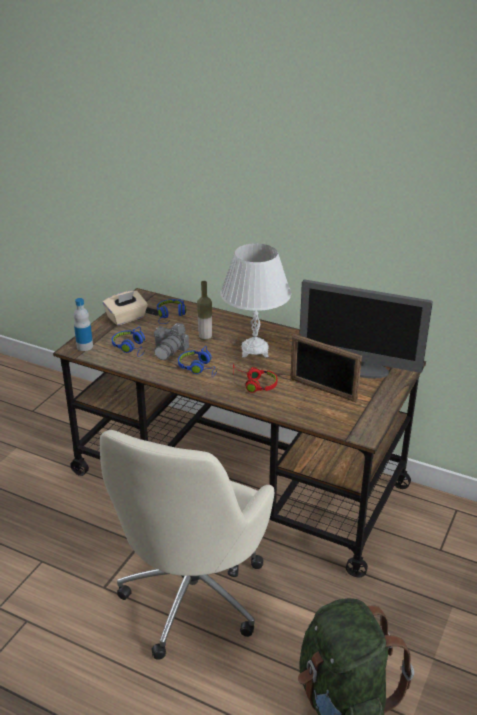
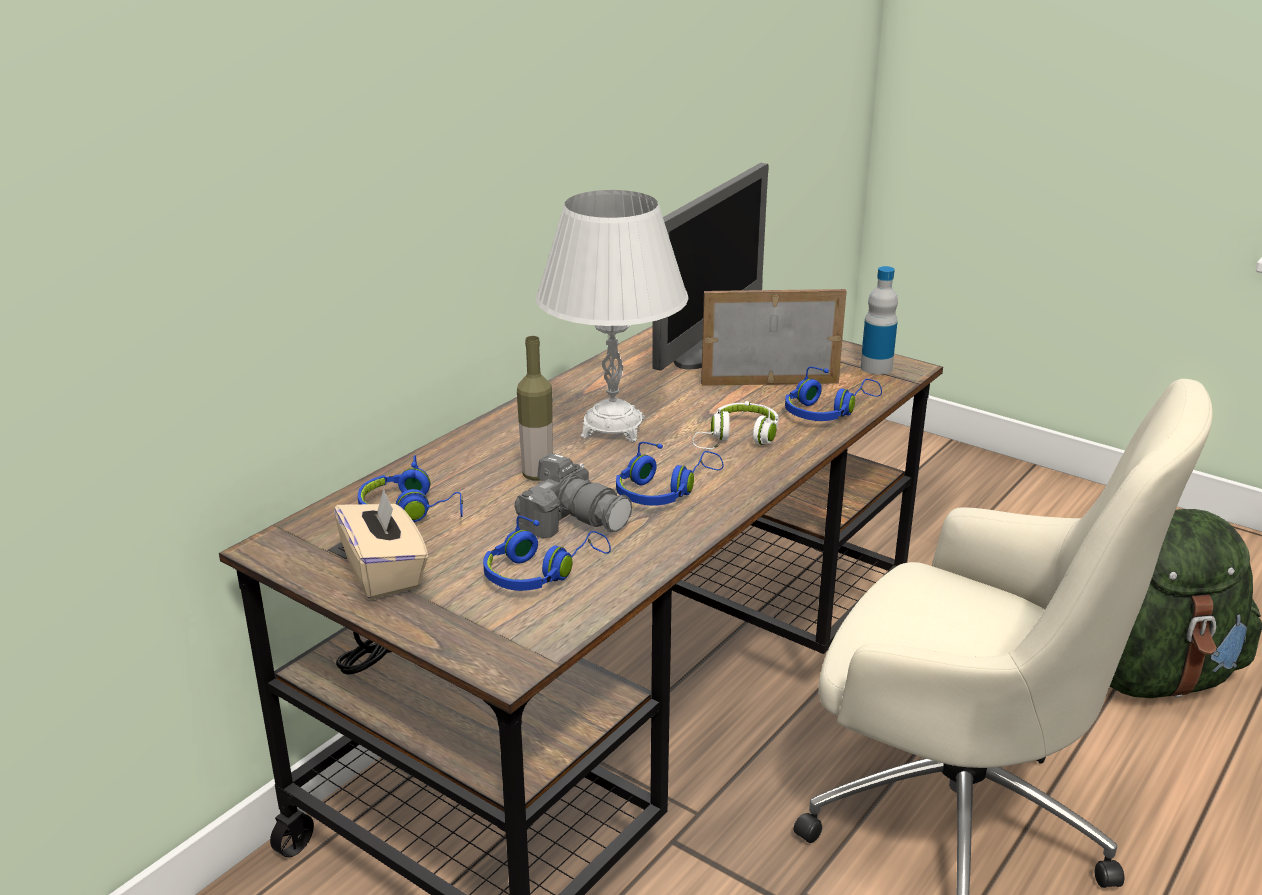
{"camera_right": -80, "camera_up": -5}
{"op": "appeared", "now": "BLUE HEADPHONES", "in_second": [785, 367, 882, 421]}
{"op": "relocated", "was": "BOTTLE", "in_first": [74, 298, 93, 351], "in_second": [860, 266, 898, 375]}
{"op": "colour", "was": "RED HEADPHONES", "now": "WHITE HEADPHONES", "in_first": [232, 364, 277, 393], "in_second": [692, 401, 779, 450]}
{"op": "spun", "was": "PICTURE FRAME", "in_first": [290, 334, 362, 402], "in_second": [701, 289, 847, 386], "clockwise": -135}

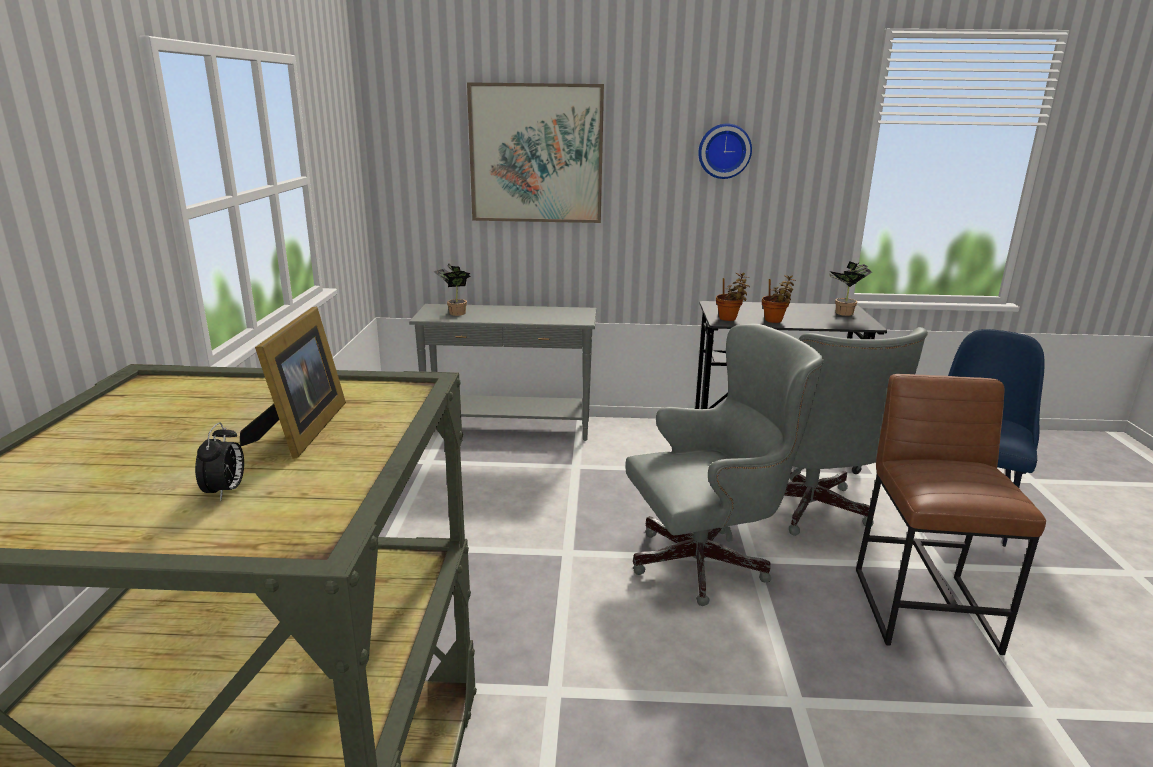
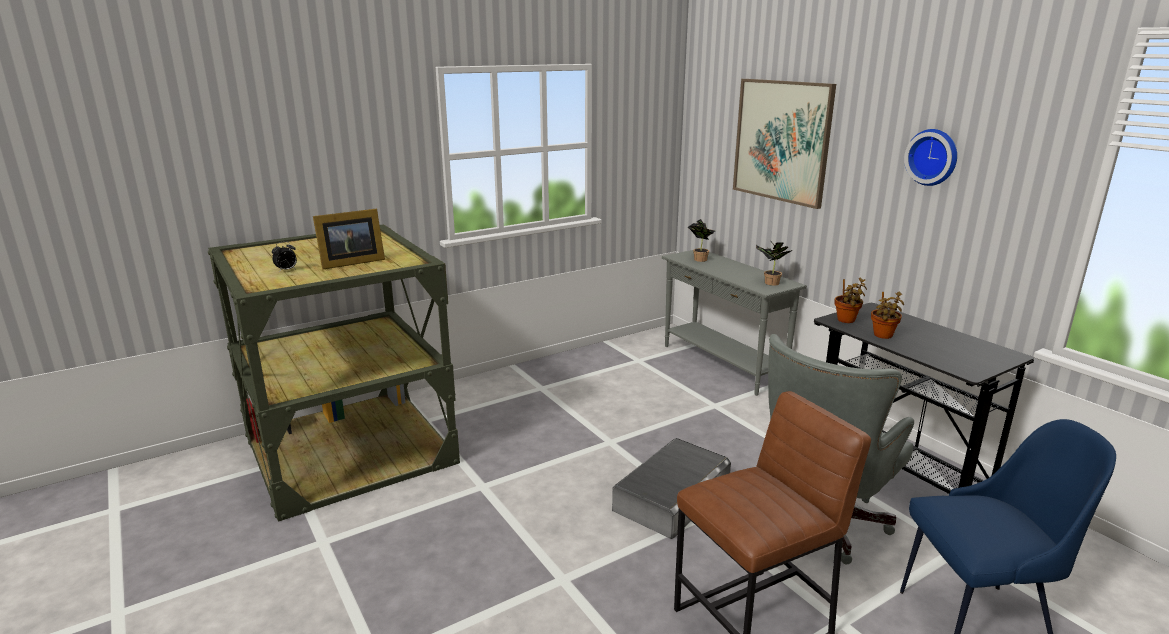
{"camera_right": 55, "camera_up": 0}
{"op": "relocated", "was": "POTTED PLANT", "in_first": [829, 261, 872, 316], "in_second": [756, 240, 792, 286]}
{"op": "exchanged", "was": "GREY OFFICE CHAIR", "now": "GREY STORAGE BOX", "in_first": [625, 324, 824, 606], "in_second": [612, 438, 731, 539]}

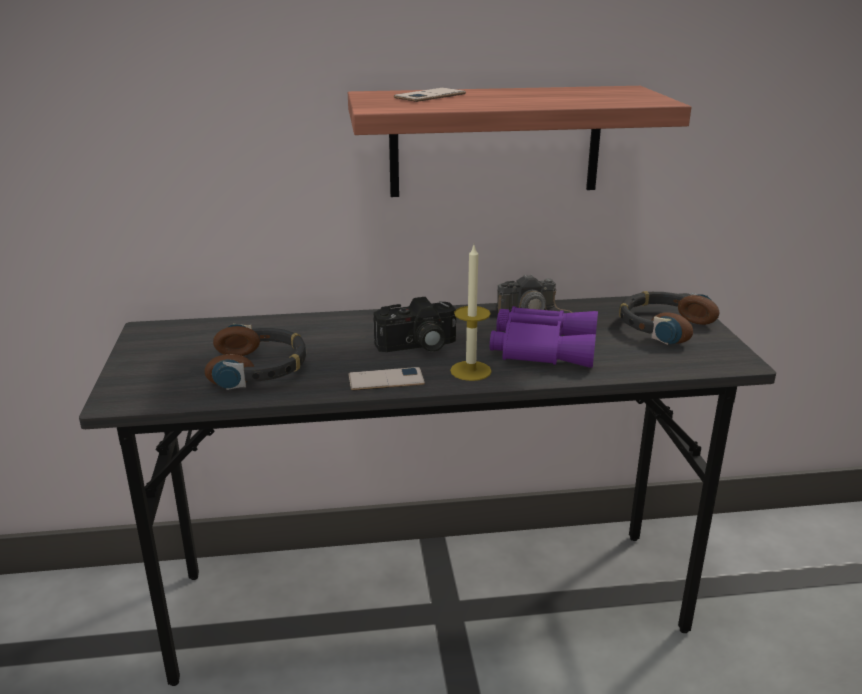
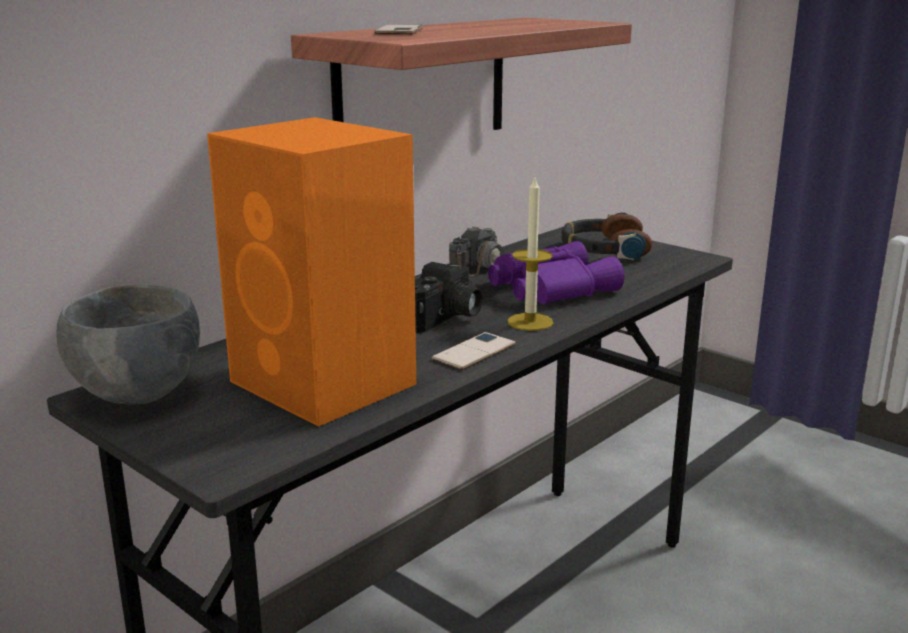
{"camera_right": -40, "camera_up": -5}
{"op": "appeared", "now": "GREY BOWL", "in_second": [56, 284, 200, 405]}
{"op": "exchanged", "was": "HEADPHONES", "now": "ORANGE SPEAKER", "in_first": [205, 324, 307, 390], "in_second": [207, 117, 416, 427]}

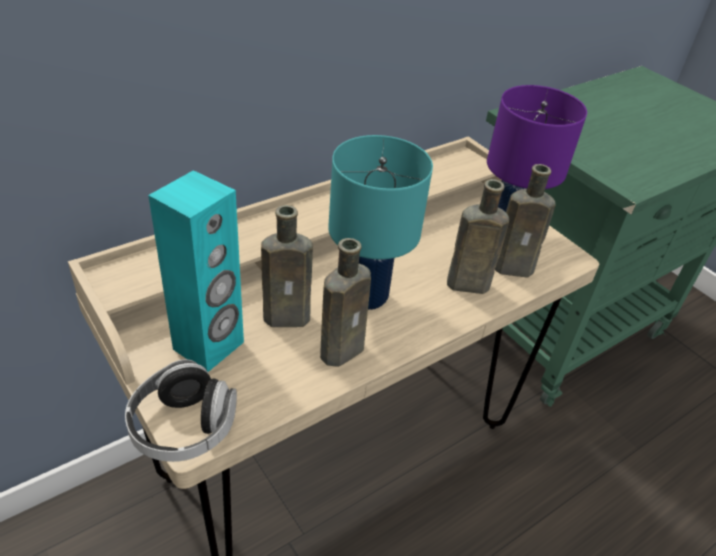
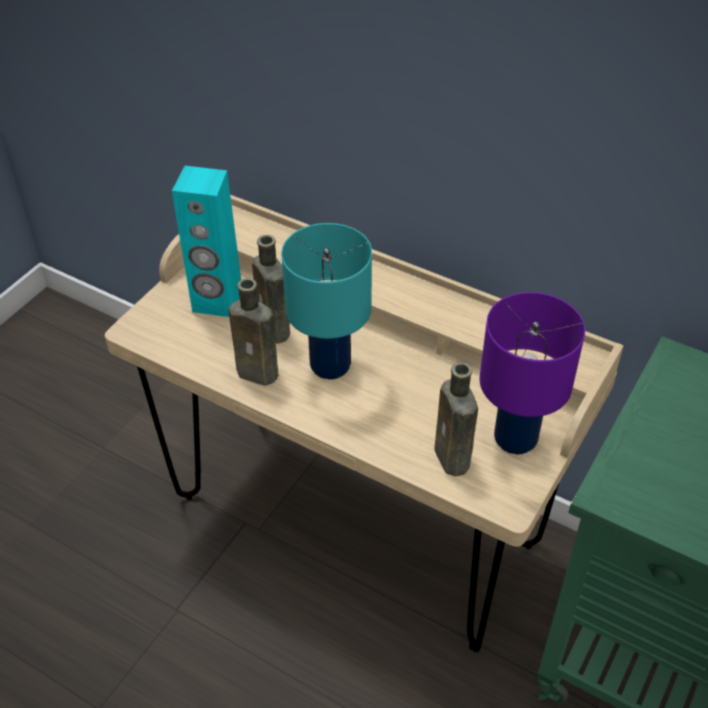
{"camera_right": 70, "camera_up": 5}
{"op": "missing", "was": "HEADPHONES", "in_first": [125, 359, 237, 462]}
{"op": "missing", "was": "BROWN BOTTLE", "in_first": [447, 179, 509, 294]}

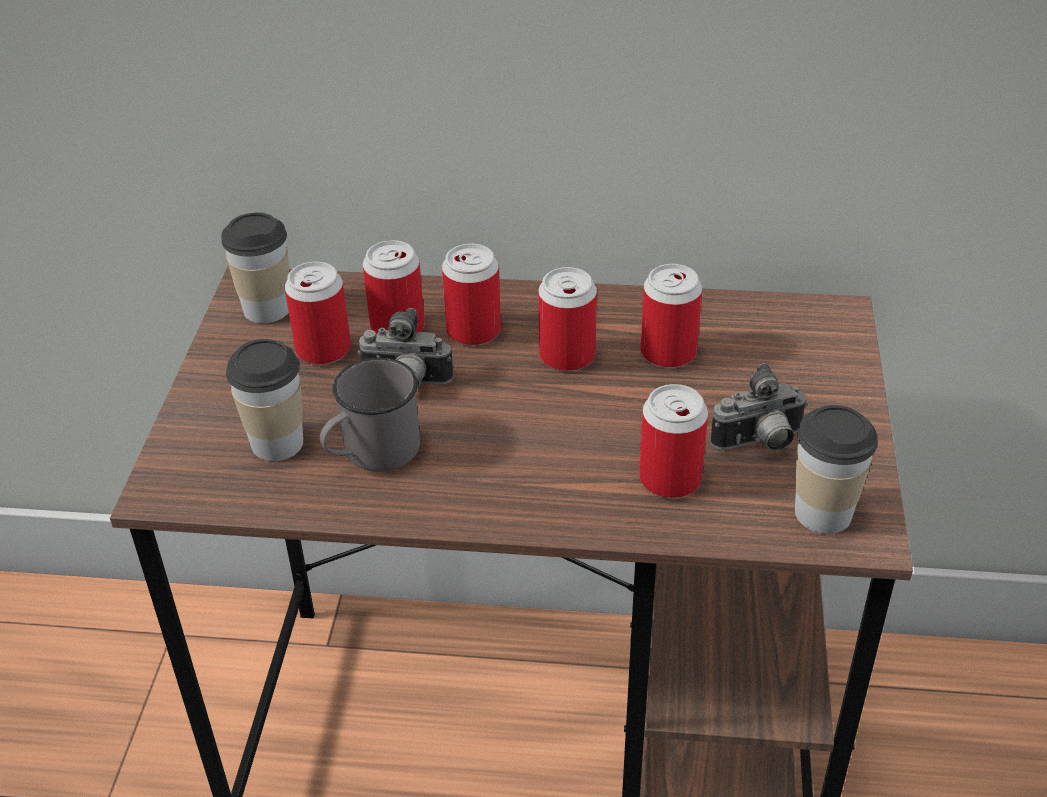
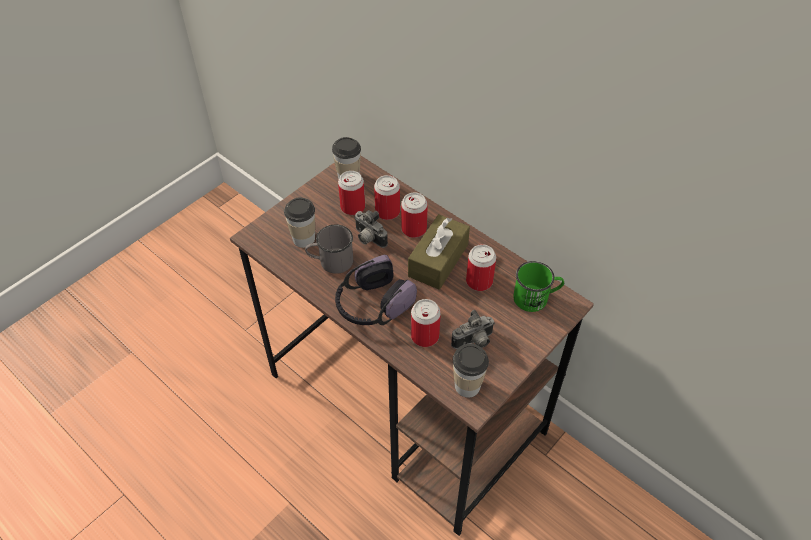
{"camera_right": 35, "camera_up": 10}
{"op": "appeared", "now": "HEADPHONES", "in_second": [335, 254, 417, 325]}
{"op": "appeared", "now": "GREEN MUG", "in_second": [513, 261, 564, 312]}
{"op": "exchanged", "was": "CAN", "now": "BROWN TISSUE BOX", "in_first": [538, 267, 597, 371], "in_second": [408, 214, 470, 290]}
{"op": "spun", "was": "PHOTO CAMERA", "in_first": [710, 363, 808, 451], "in_second": [451, 310, 495, 349], "clockwise": -45}

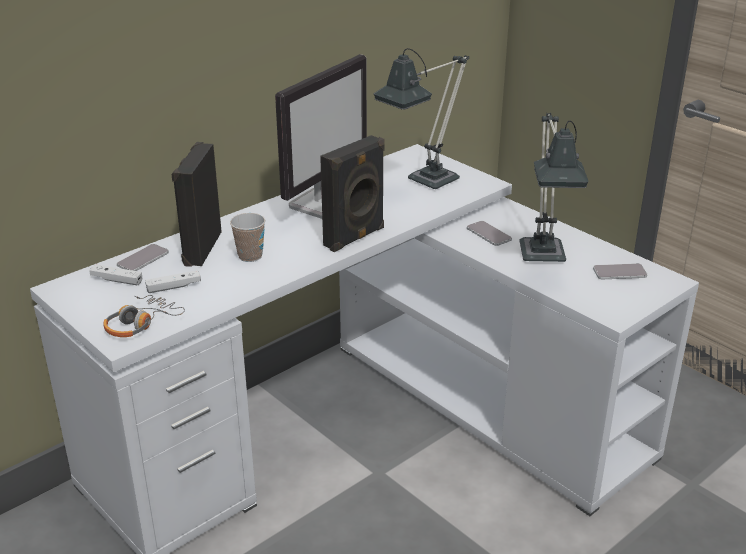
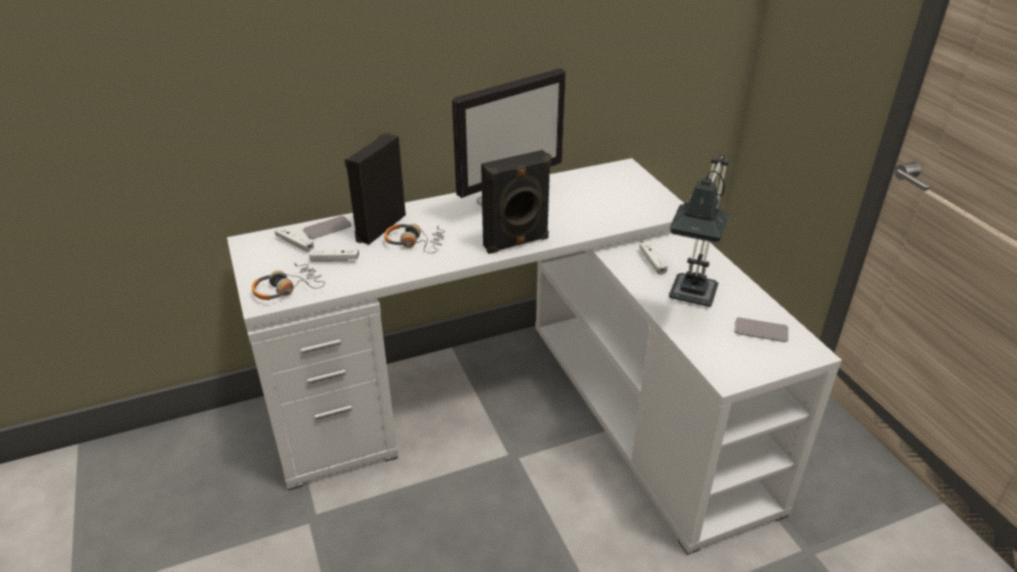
{"camera_right": 20, "camera_up": 5}
{"op": "missing", "was": "TABLE LAMP", "in_first": [374, 48, 469, 189]}
{"op": "exchanged", "was": "CUP", "now": "HEADPHONES", "in_first": [230, 213, 265, 262], "in_second": [384, 224, 445, 253]}
{"op": "exchanged", "was": "PHONE", "now": "WHITE GAME CONTROLLER", "in_first": [467, 221, 512, 246], "in_second": [639, 242, 668, 275]}

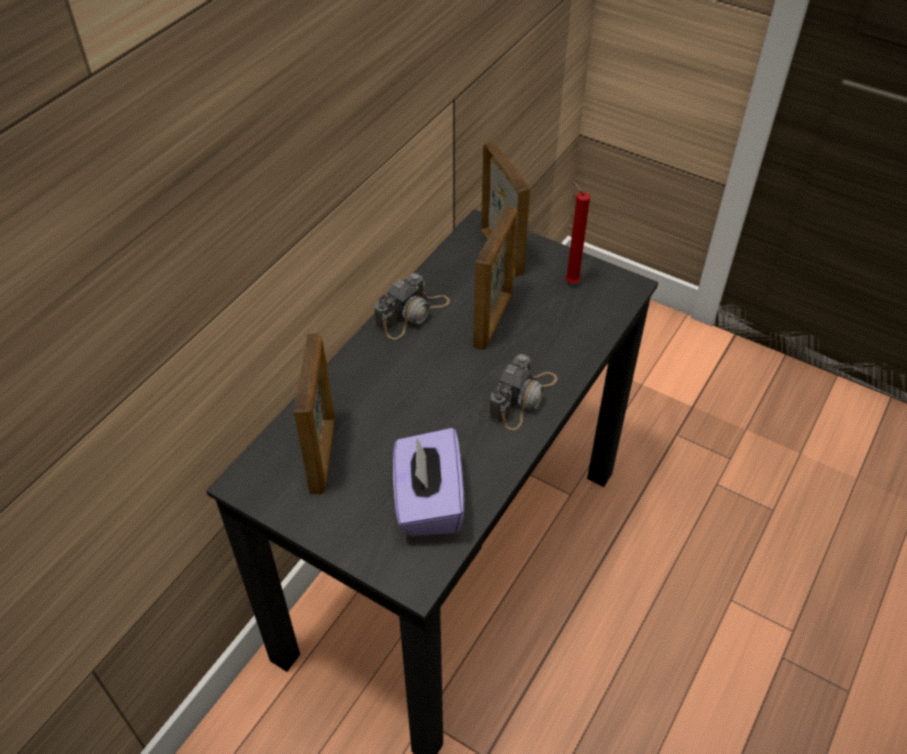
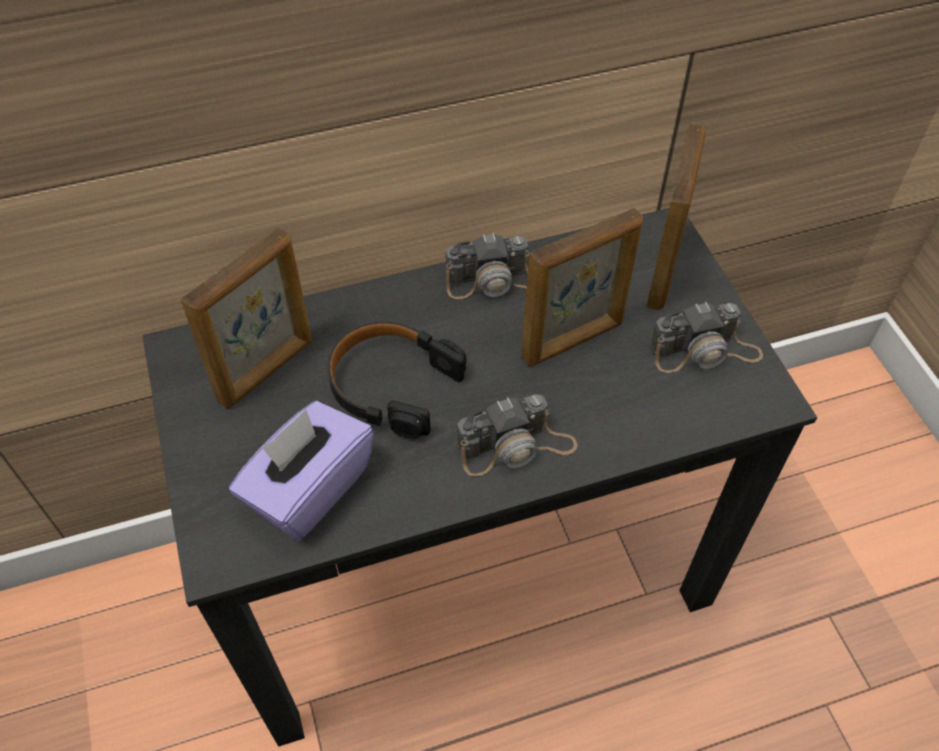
{"camera_right": 40, "camera_up": 5}
{"op": "appeared", "now": "BLACK HEADPHONES", "in_second": [328, 321, 466, 439]}
{"op": "exchanged", "was": "RED CANDLE", "now": "PHOTO CAMERA", "in_first": [565, 181, 590, 283], "in_second": [650, 302, 763, 373]}

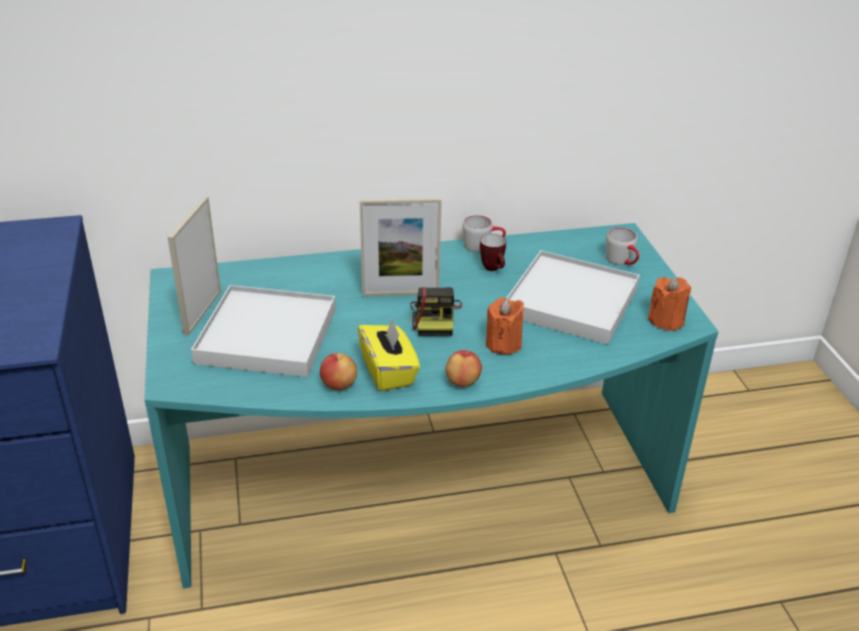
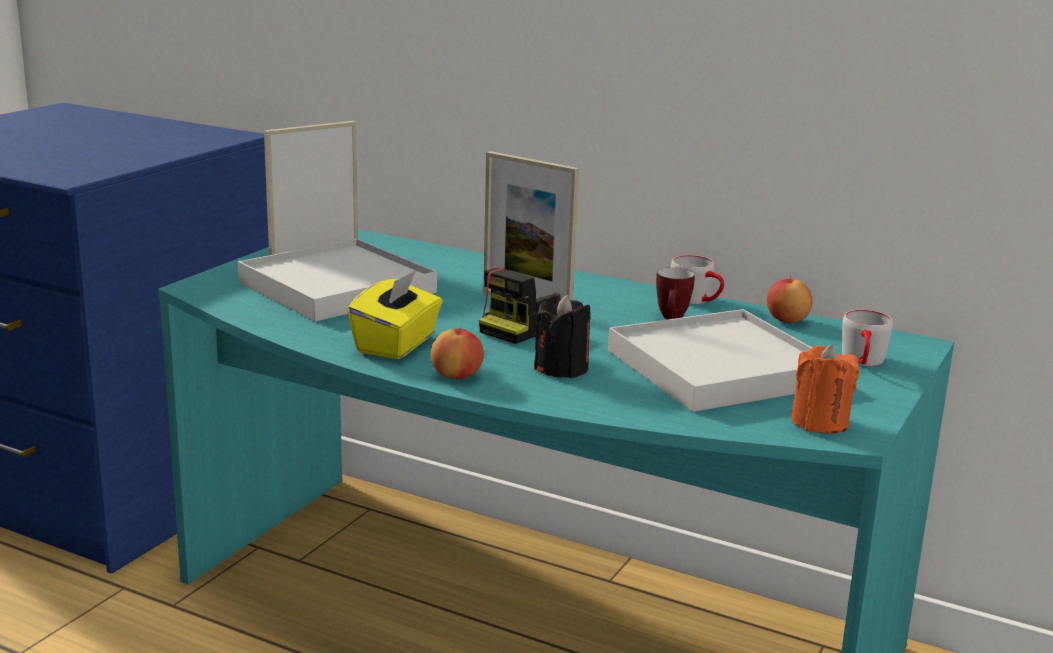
{"camera_right": 40, "camera_up": -15}
{"op": "relocated", "was": "APPLE", "in_first": [320, 353, 357, 390], "in_second": [767, 276, 813, 323]}
{"op": "colour", "was": "ORANGE CANDLE", "now": "BLACK CANDLE", "in_first": [486, 298, 524, 354], "in_second": [534, 295, 591, 378]}

